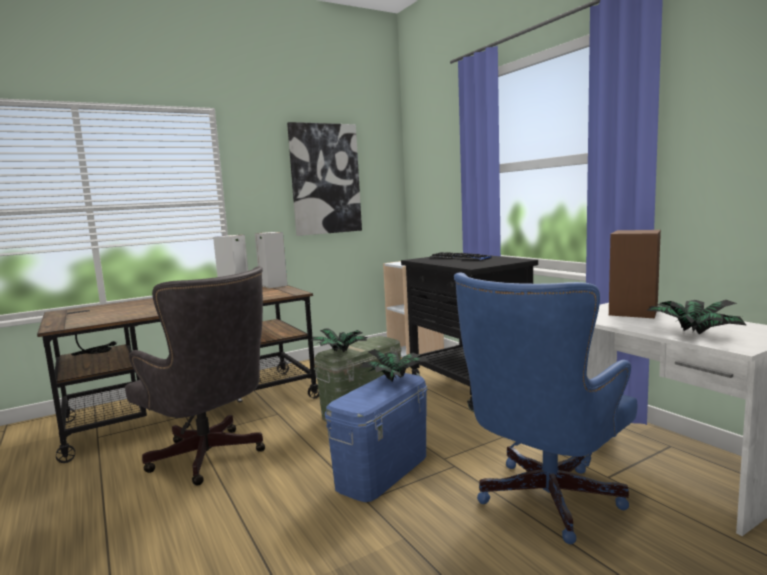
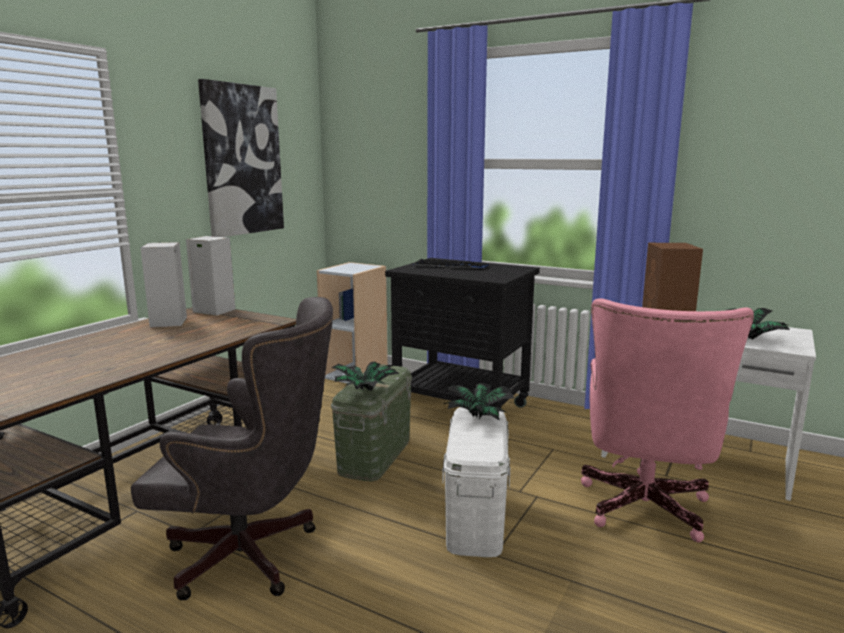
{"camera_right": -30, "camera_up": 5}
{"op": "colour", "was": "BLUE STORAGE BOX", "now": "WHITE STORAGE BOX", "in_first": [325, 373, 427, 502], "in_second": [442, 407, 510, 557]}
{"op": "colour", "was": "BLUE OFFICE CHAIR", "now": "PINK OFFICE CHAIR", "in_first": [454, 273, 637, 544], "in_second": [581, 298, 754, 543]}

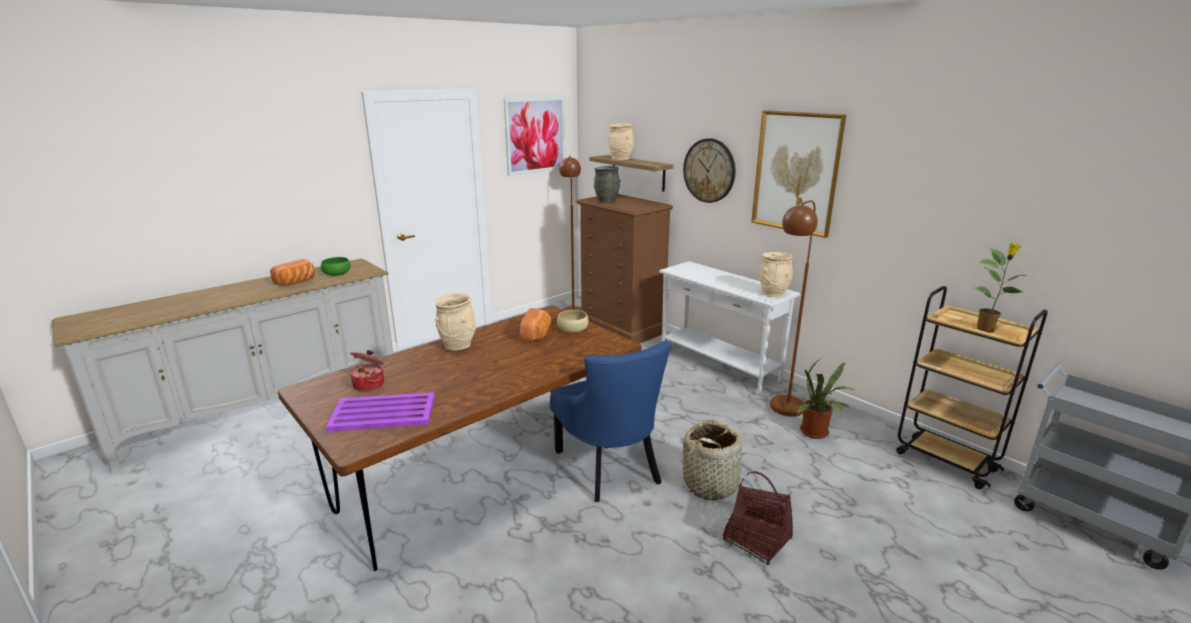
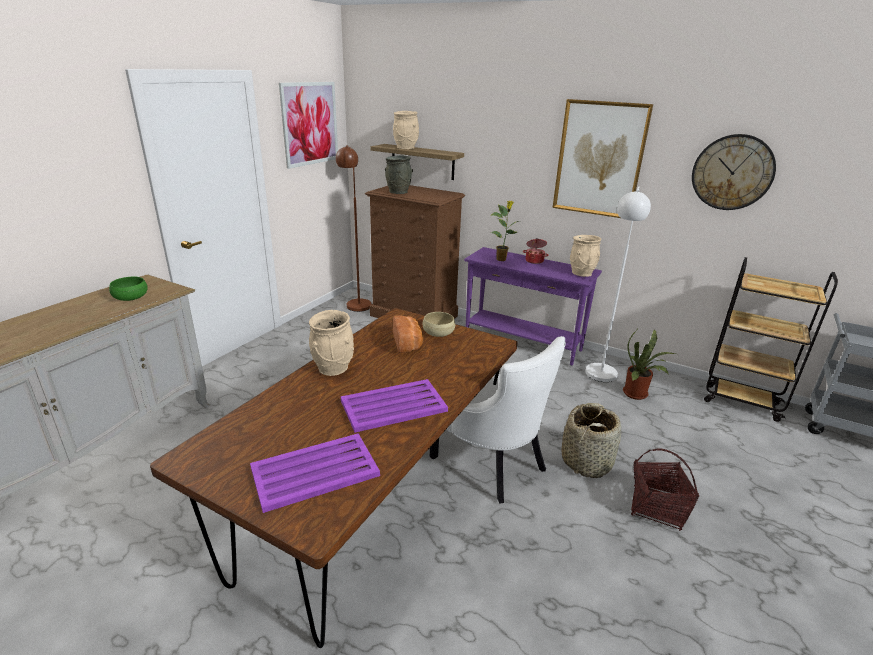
{"camera_right": -20, "camera_up": 5}
{"op": "missing", "was": "BREAD", "in_first": [270, 259, 315, 286]}
{"op": "appeared", "now": "PURPLE TRAY", "in_second": [340, 379, 448, 433]}
{"op": "relocated", "was": "COOKING POT", "in_first": [350, 350, 384, 392], "in_second": [523, 238, 548, 264]}
{"op": "relocated", "was": "WALL CLOCK", "in_first": [683, 138, 735, 203], "in_second": [692, 134, 776, 210]}
{"op": "relocated", "was": "POTTED PLANT", "in_first": [974, 243, 1028, 333], "in_second": [491, 201, 520, 261]}
{"op": "colour", "was": "BLUE CHAIR", "now": "WHITE CHAIR", "in_first": [550, 341, 671, 502], "in_second": [430, 336, 566, 504]}
{"op": "colour", "was": "WHITE CONSOLE TABLE", "now": "PURPLE CONSOLE TABLE", "in_first": [659, 261, 801, 395], "in_second": [464, 247, 602, 366]}
{"op": "colour", "was": "BROWN FLOOR LAMP", "now": "WHITE FLOOR LAMP", "in_first": [770, 200, 818, 417], "in_second": [585, 186, 651, 382]}

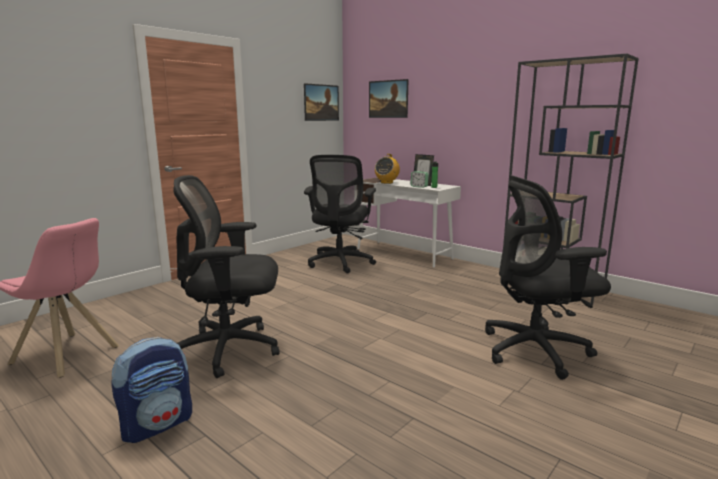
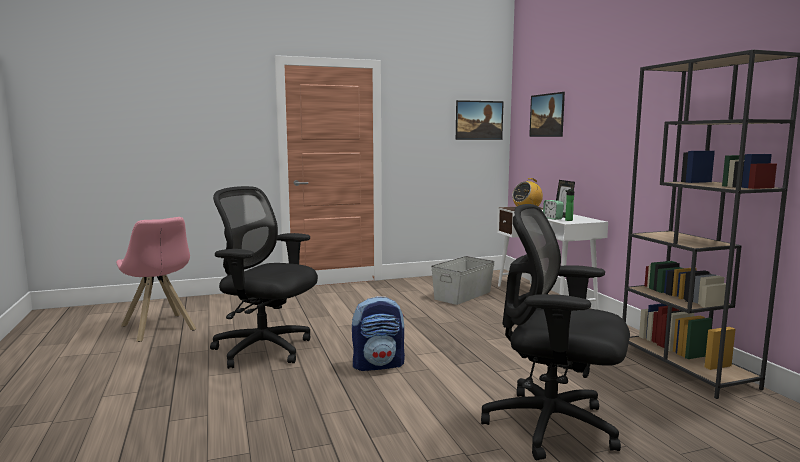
{"camera_right": 30, "camera_up": -5}
{"op": "relocated", "was": "BACKPACK", "in_first": [111, 337, 192, 443], "in_second": [352, 296, 405, 371]}
{"op": "exchanged", "was": "BLACK OFFICE CHAIR", "now": "GREY STORAGE BOX", "in_first": [304, 155, 376, 273], "in_second": [431, 256, 495, 305]}

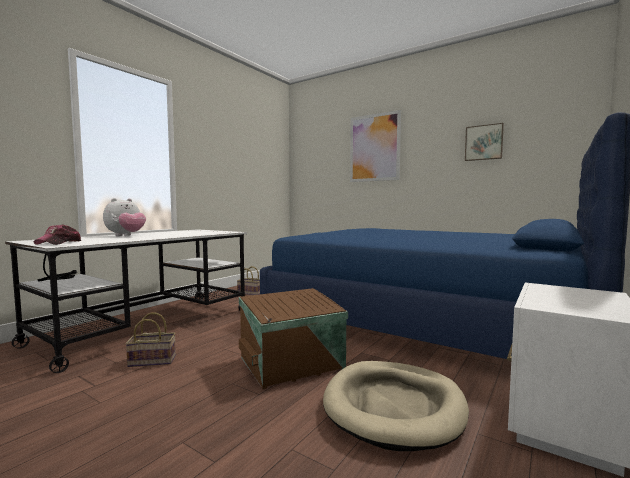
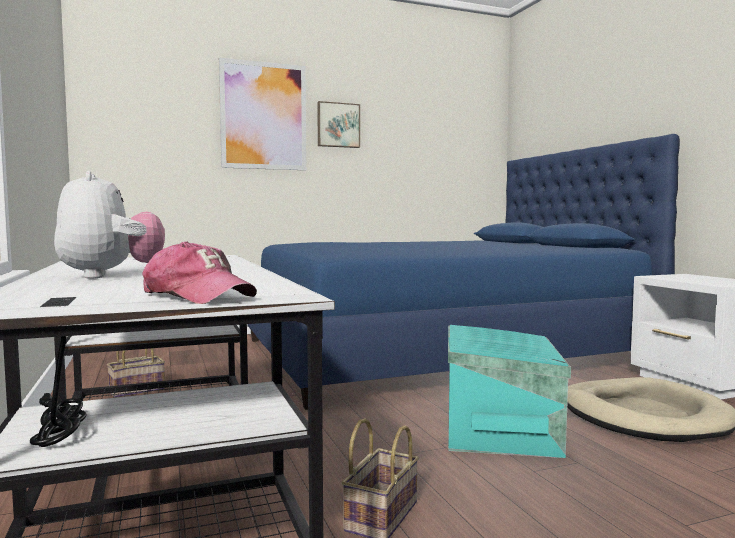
{"camera_right": -55, "camera_up": 0}
{"op": "relocated", "was": "PICTURE", "in_first": [465, 123, 504, 161], "in_second": [317, 101, 360, 148]}
{"op": "colour", "was": "BROWN STORAGE BOX", "now": "TURQUOISE STORAGE BOX", "in_first": [239, 288, 348, 389], "in_second": [448, 325, 571, 458]}

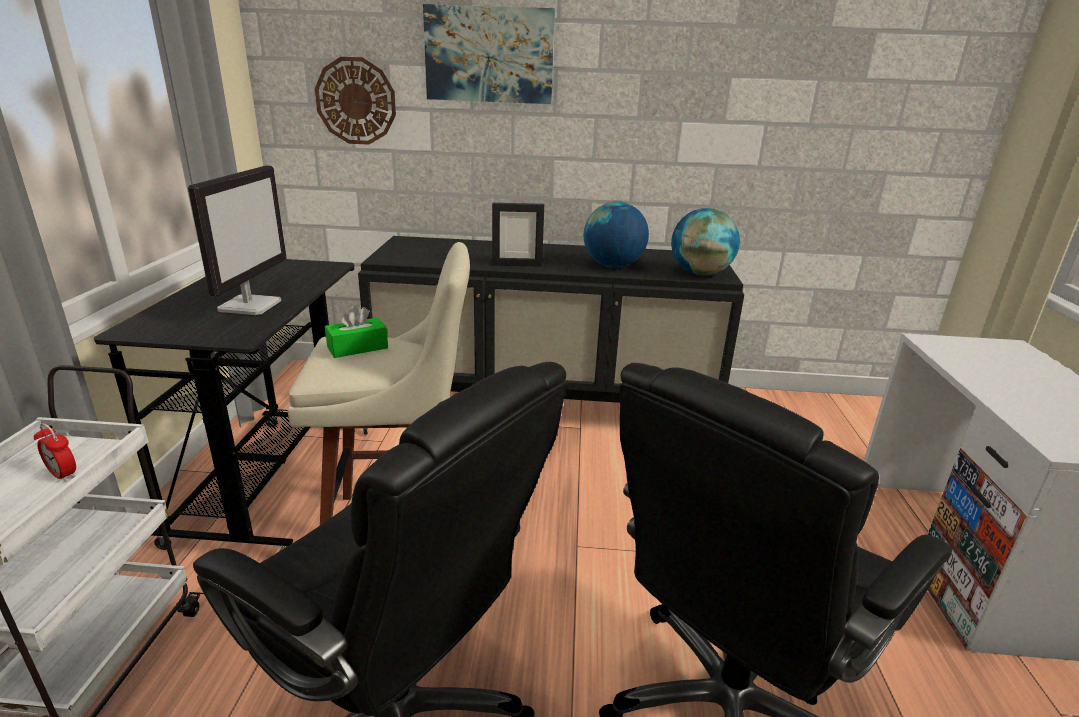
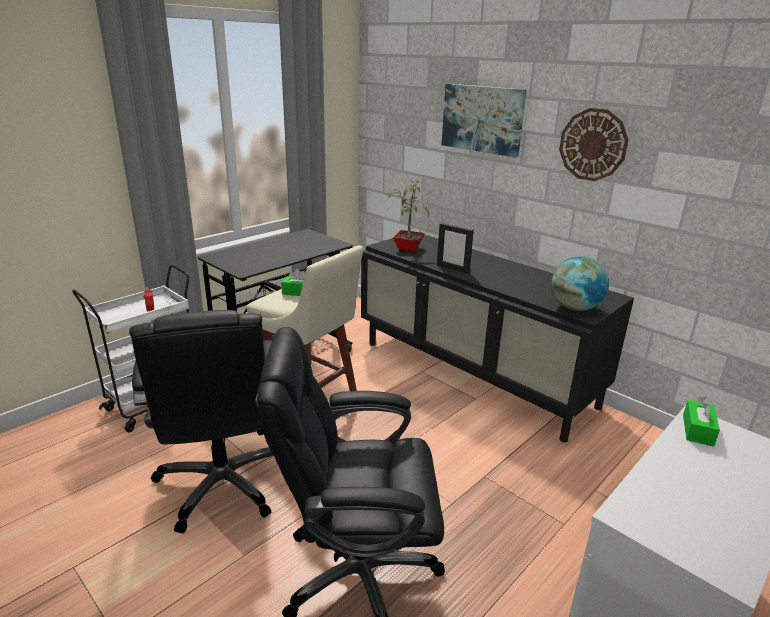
{"camera_right": 40, "camera_up": 0}
{"op": "missing", "was": "MONITOR", "in_first": [188, 165, 286, 315]}
{"op": "missing", "was": "GLOBE", "in_first": [584, 202, 649, 268]}
{"op": "appeared", "now": "POTTED PLANT", "in_second": [385, 180, 429, 252]}
{"op": "appeared", "now": "GREEN TISSUE BOX", "in_second": [683, 396, 720, 447]}
{"op": "relocated", "was": "WALL CLOCK", "in_first": [315, 57, 396, 145], "in_second": [559, 108, 629, 181]}

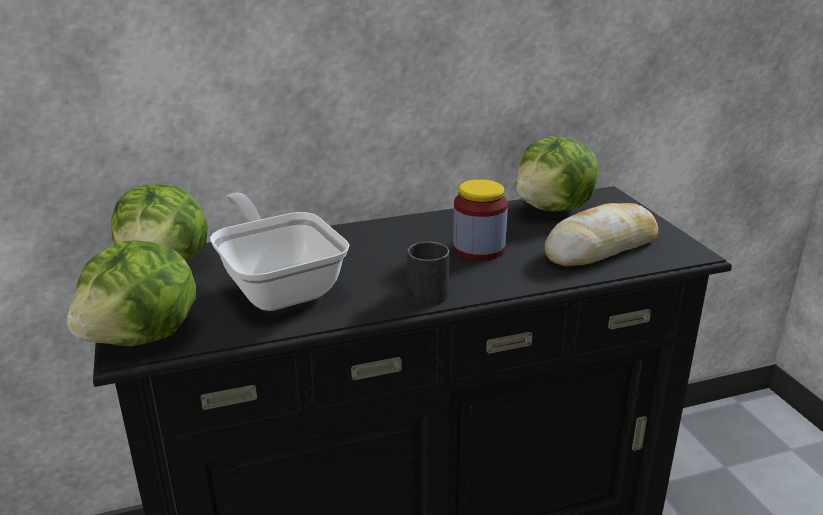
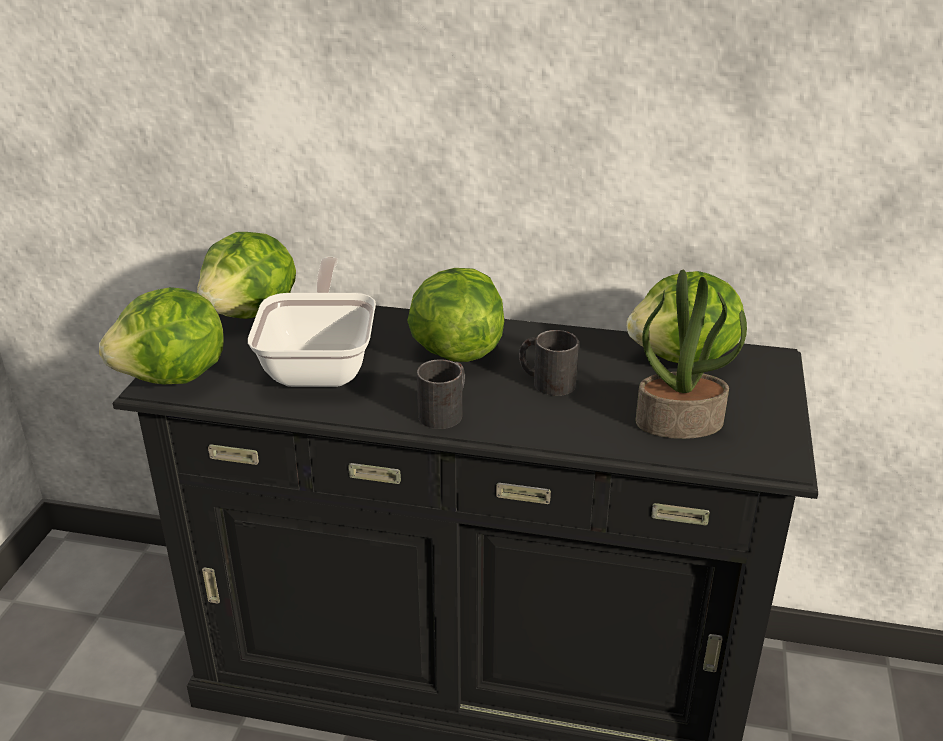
{"camera_right": 30, "camera_up": 5}
{"op": "appeared", "now": "LETTUCE", "in_second": [407, 268, 504, 362]}
{"op": "exchanged", "was": "JAR", "now": "BLACK MUG", "in_first": [453, 179, 508, 260], "in_second": [519, 330, 579, 396]}
{"op": "exchanged", "was": "BREAD", "now": "POTTED PLANT", "in_first": [545, 203, 658, 267], "in_second": [636, 270, 747, 439]}

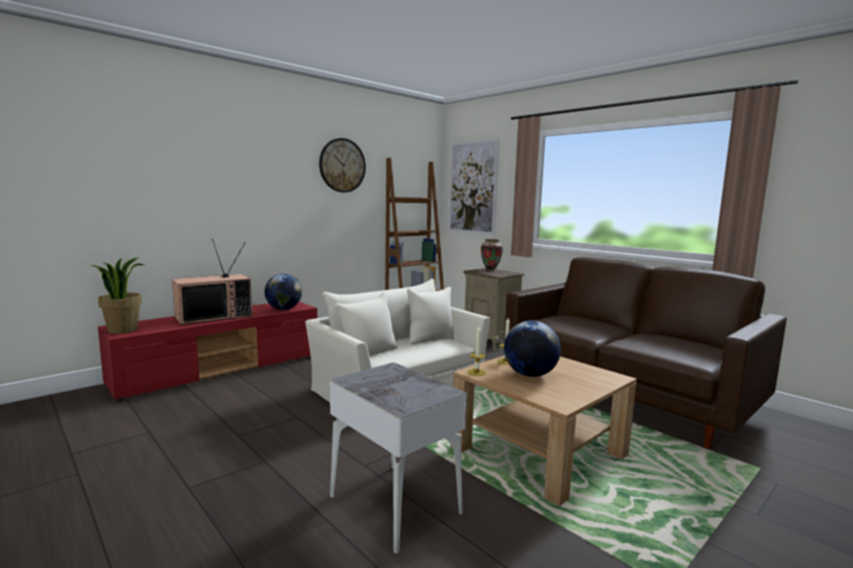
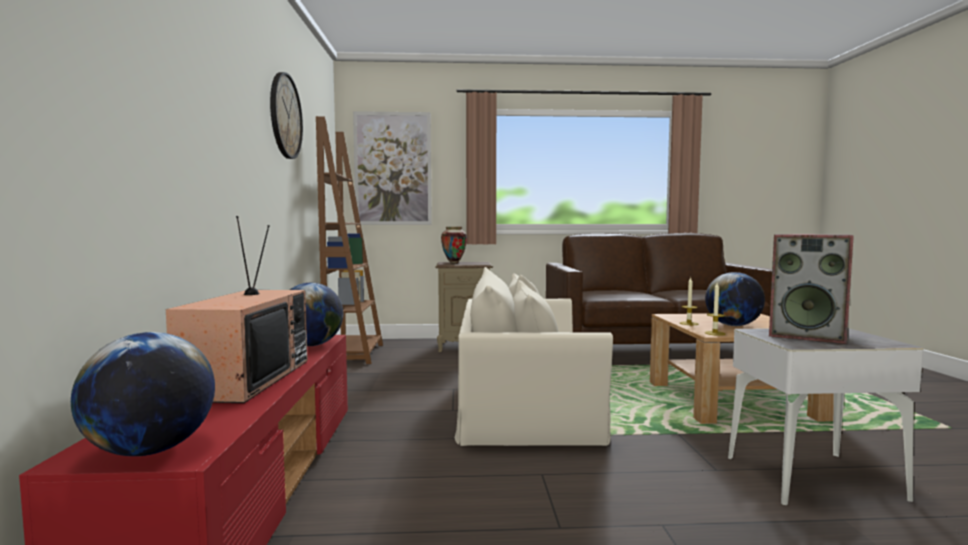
{"camera_right": -50, "camera_up": -5}
{"op": "appeared", "now": "SPEAKER", "in_second": [769, 234, 854, 344]}
{"op": "exchanged", "was": "POTTED PLANT", "now": "GLOBE", "in_first": [91, 257, 144, 334], "in_second": [71, 332, 215, 456]}

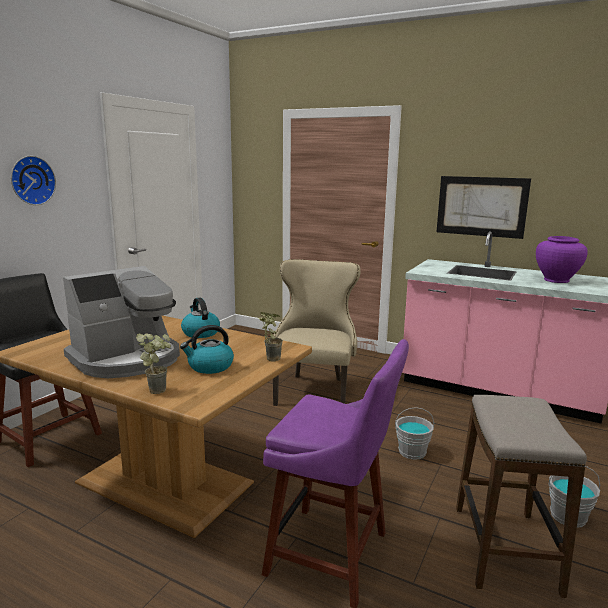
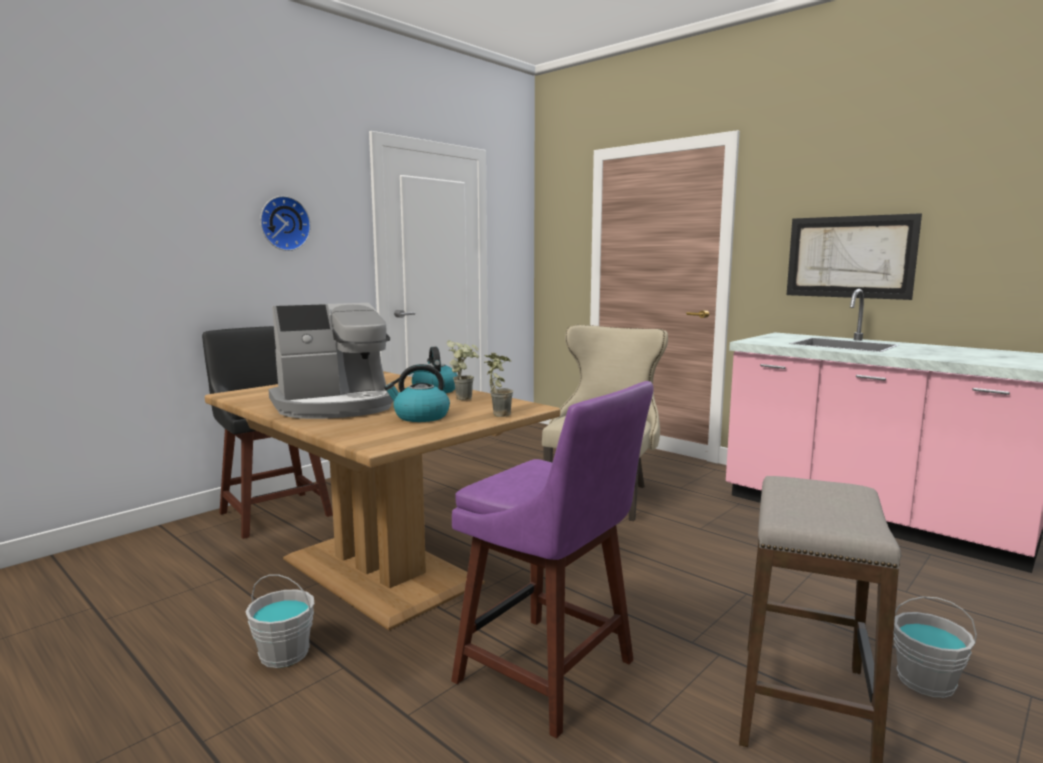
{"camera_right": 15, "camera_up": -5}
{"op": "missing", "was": "PURPLE VASE", "in_first": [536, 236, 588, 283]}
{"op": "relocated", "was": "POTTED PLANT", "in_first": [136, 333, 171, 394], "in_second": [447, 340, 479, 400]}
{"op": "relocated", "was": "GREY BUCKET", "in_first": [395, 407, 434, 460], "in_second": [246, 574, 314, 668]}

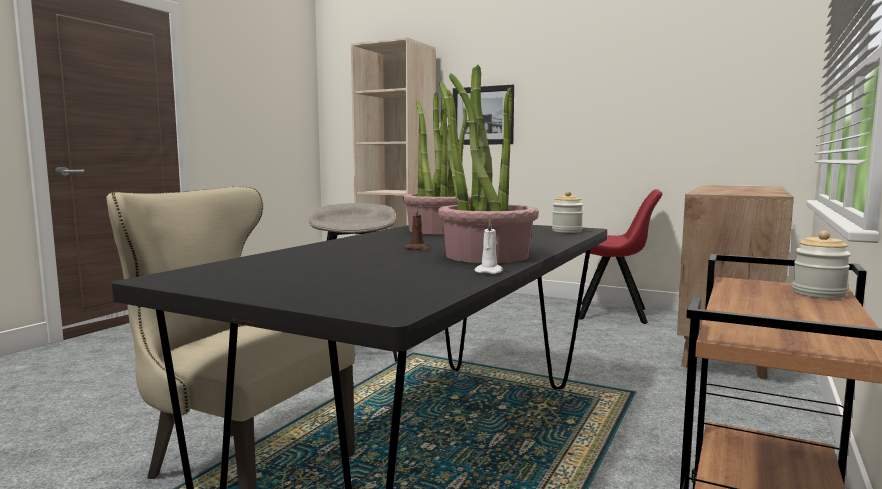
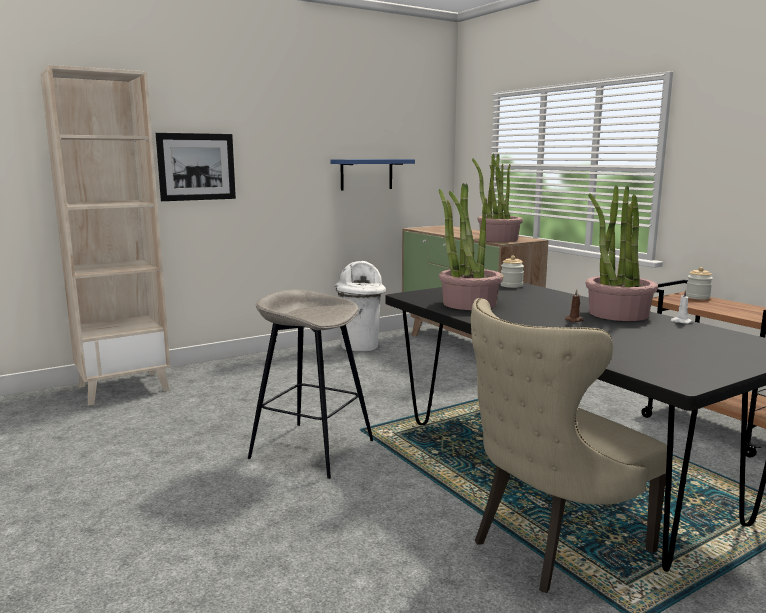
{"camera_right": -60, "camera_up": 5}
{"op": "appeared", "now": "BLUE SHELF", "in_second": [330, 159, 415, 191]}
{"op": "appeared", "now": "POTTED PLANT", "in_second": [472, 153, 523, 242]}
{"op": "exchanged", "was": "RED CHAIR", "now": "WHITE TRASH CAN", "in_first": [579, 189, 662, 324], "in_second": [335, 261, 386, 352]}

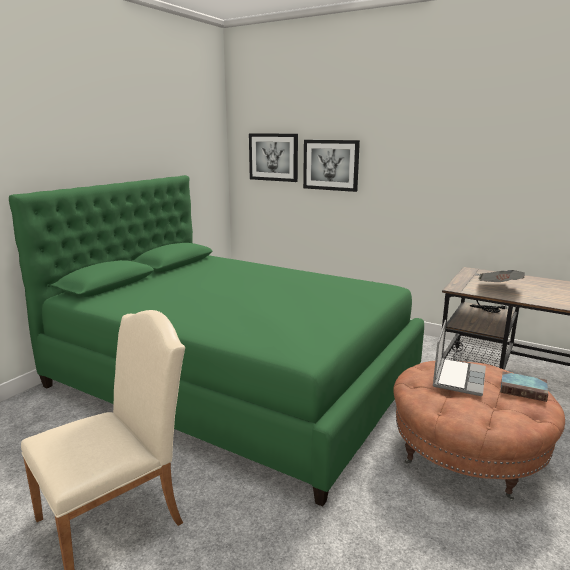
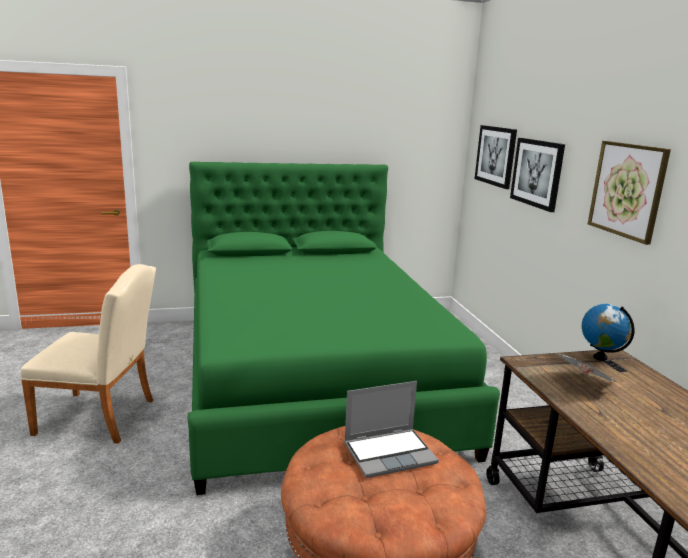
{"camera_right": 45, "camera_up": 0}
{"op": "missing", "was": "BOOK", "in_first": [500, 372, 548, 402]}
{"op": "appeared", "now": "GLOBE", "in_second": [582, 304, 635, 361]}
{"op": "appeared", "now": "PICTURE", "in_second": [588, 141, 671, 245]}

